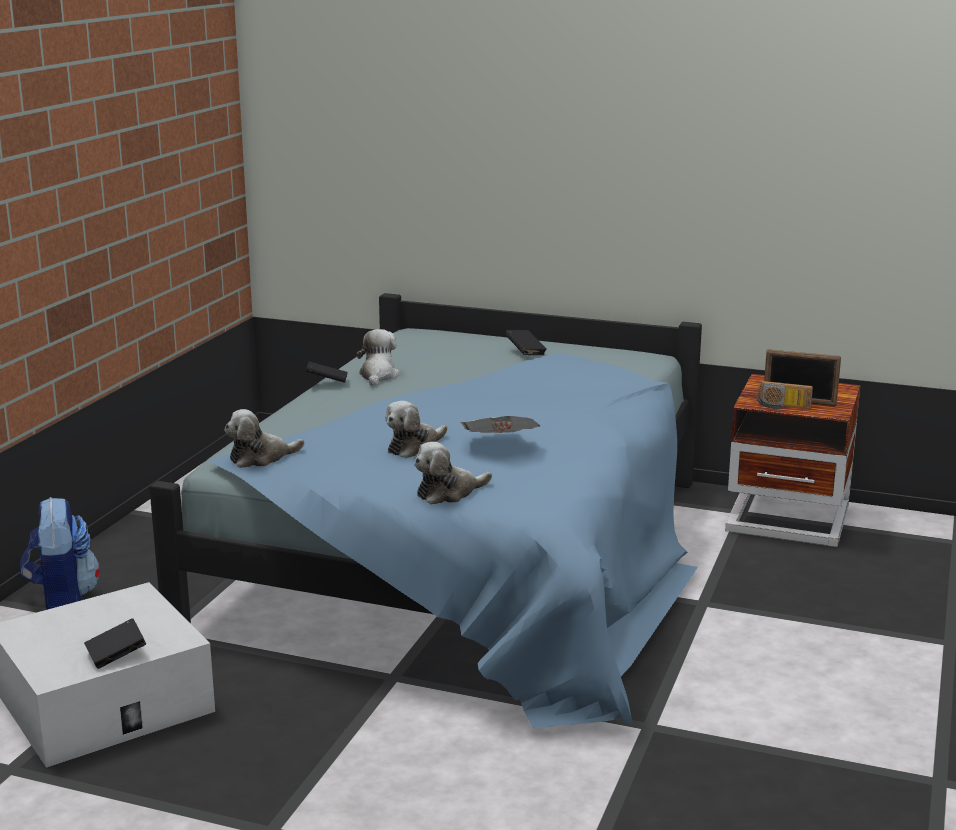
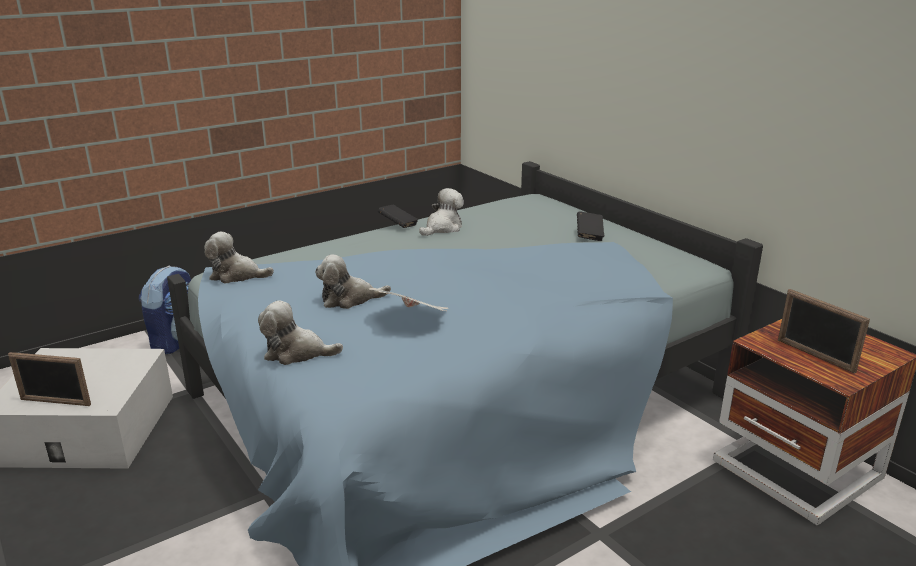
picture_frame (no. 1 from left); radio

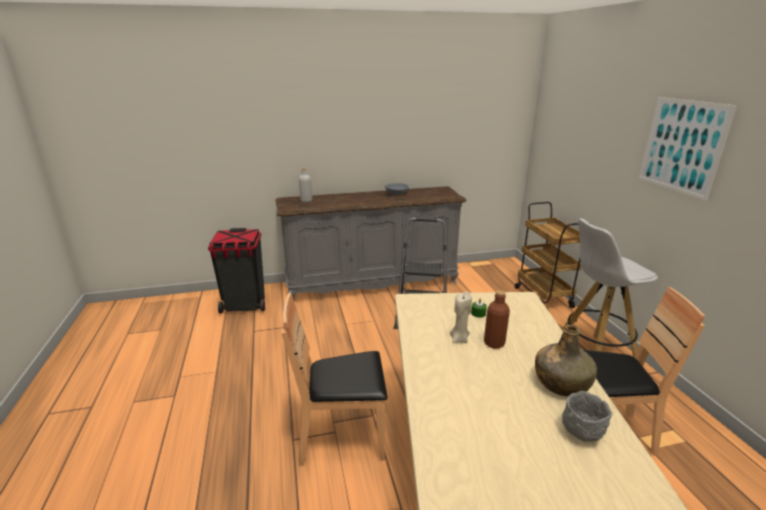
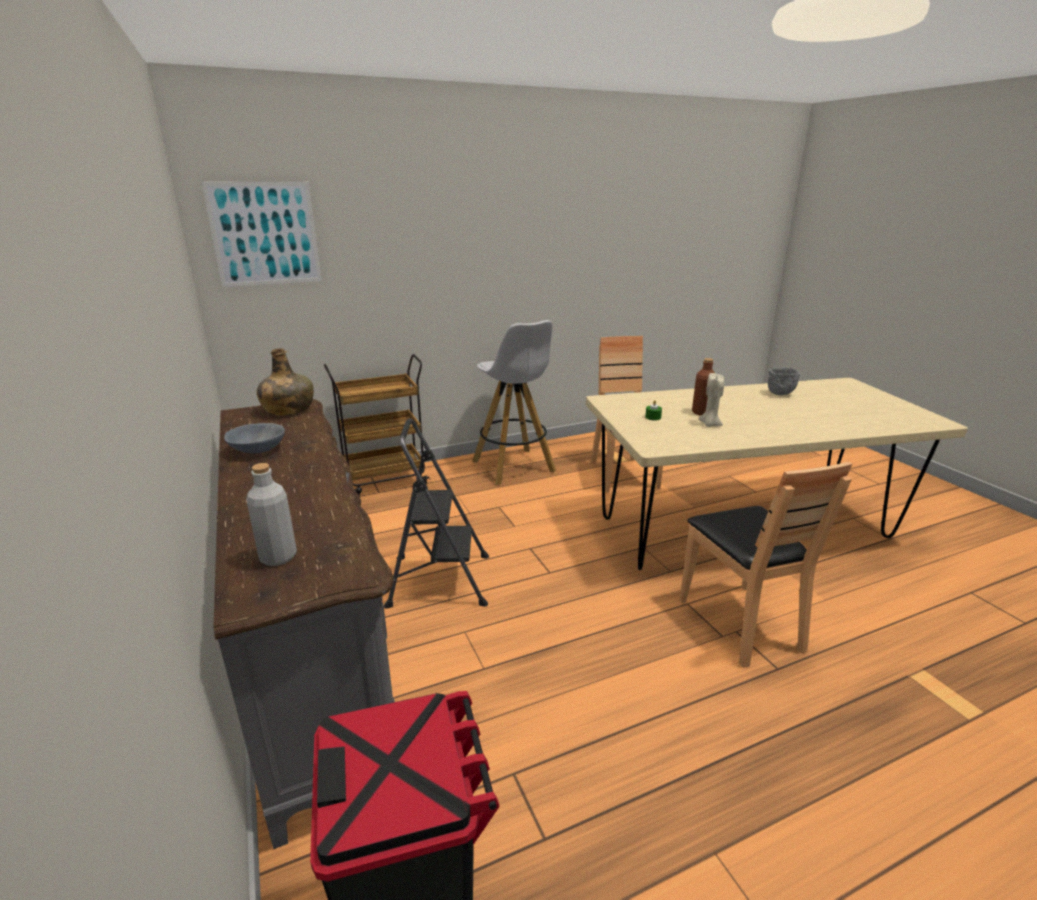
picture; green_bottle

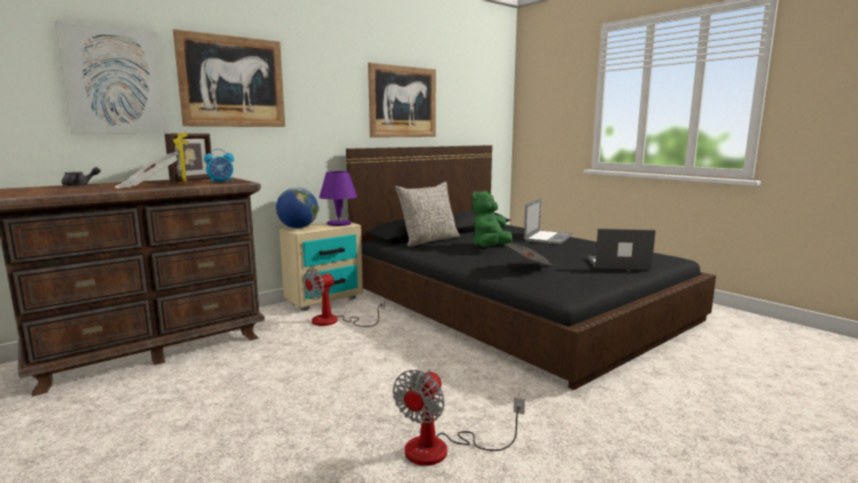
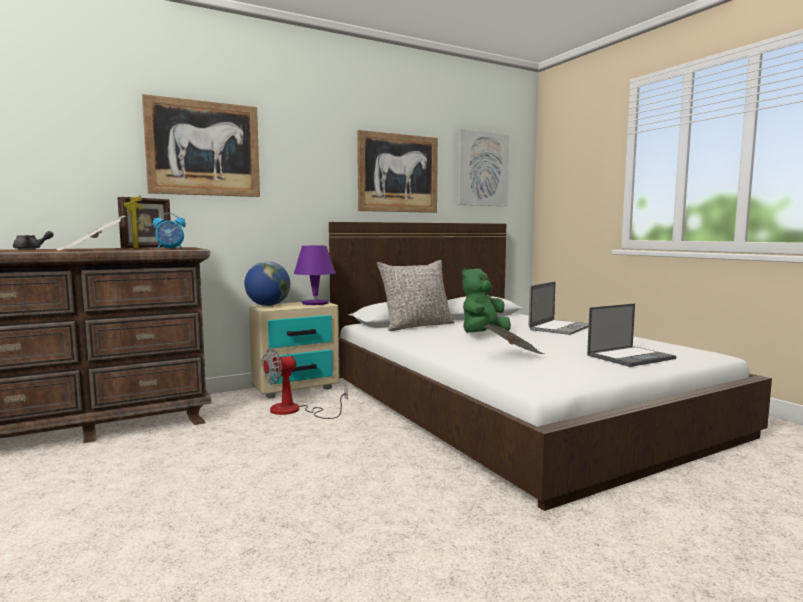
white_bed; picture (no. 3 from left); laptop (no. 2 from left); fan (no. 2 from left in the first image)

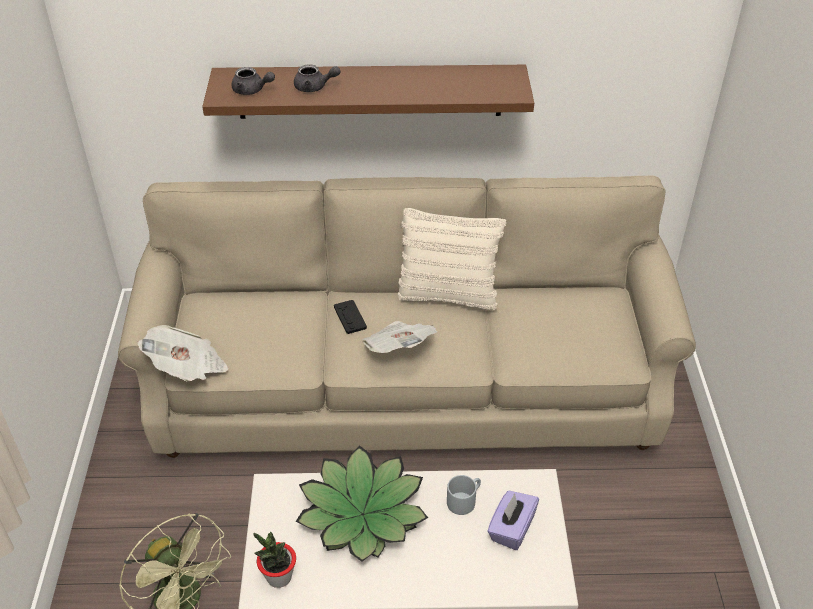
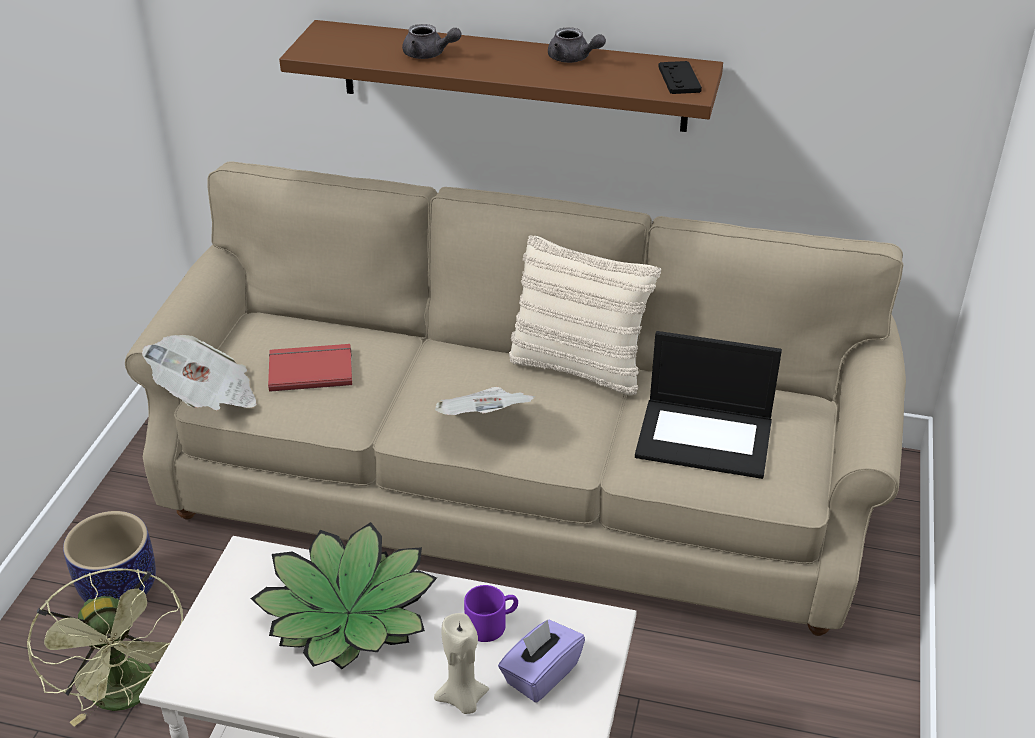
planter; red_book; beige_candle; purple_mug; grey_teapot (no. 2 from left); laptop; black_game_controller; potted_plant (no. 1 from left in the first image)

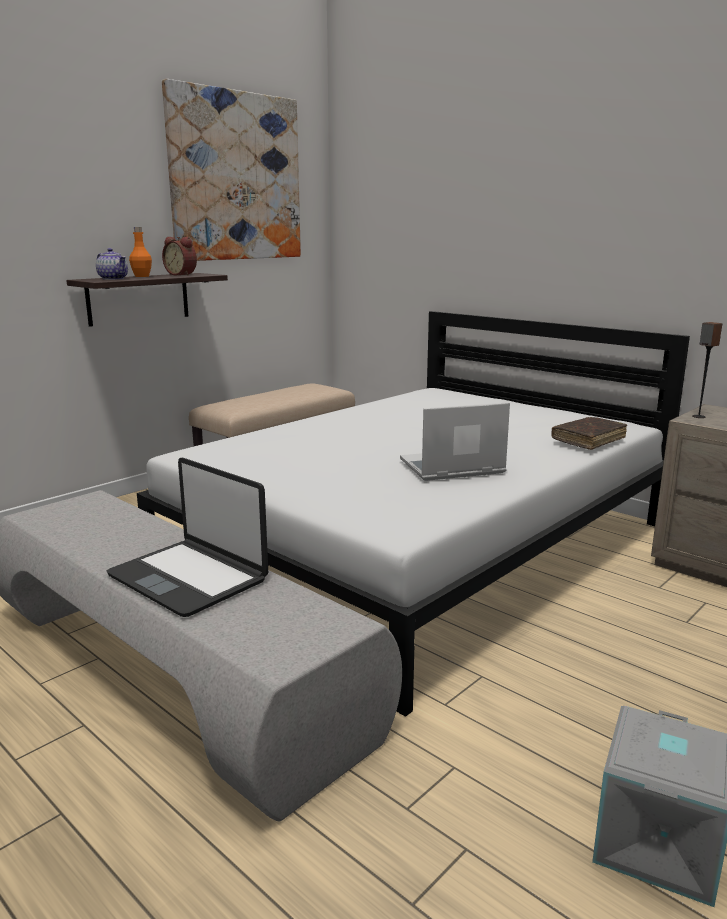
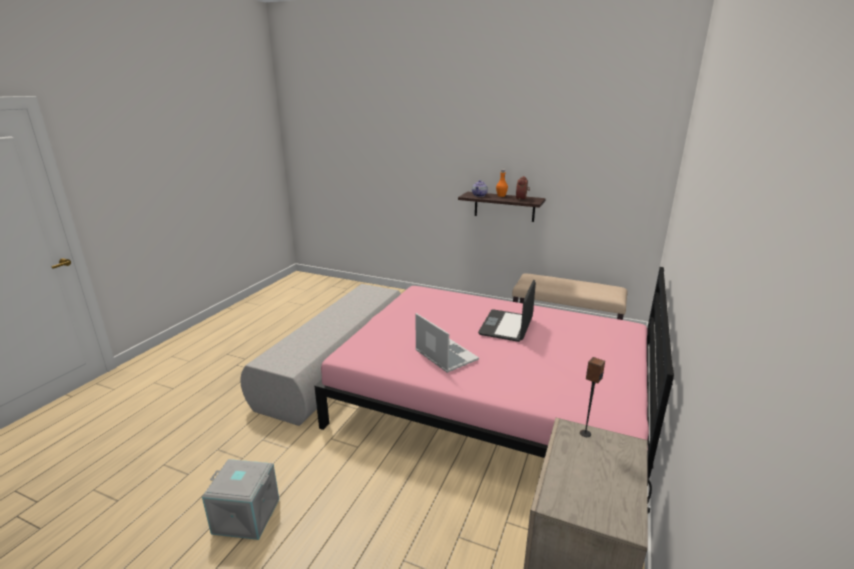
pink_bed; laptop (no. 2 from left); picture; brown_book

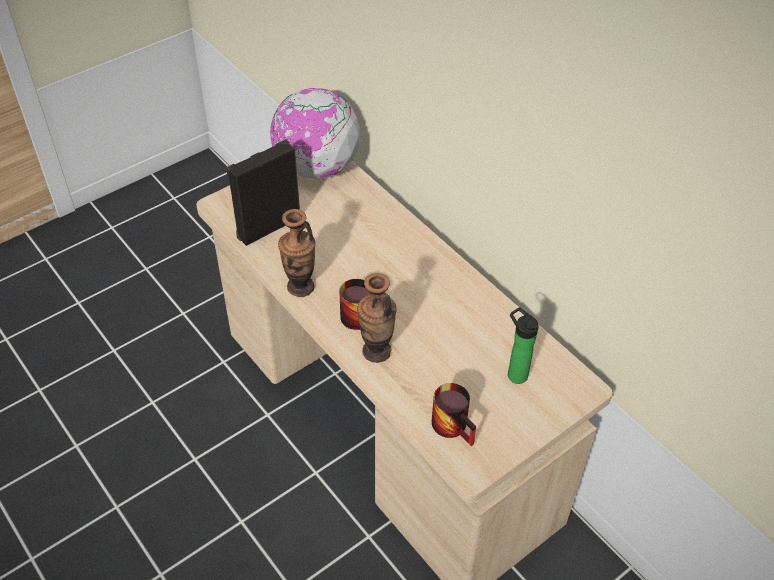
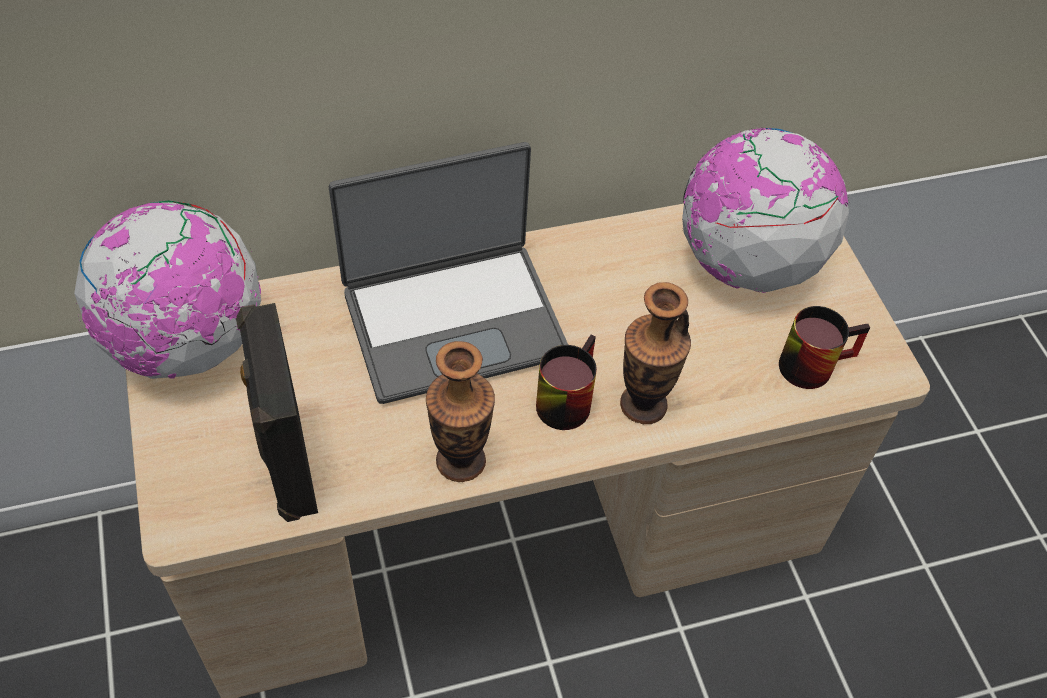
laptop; globe (no. 2 from left)

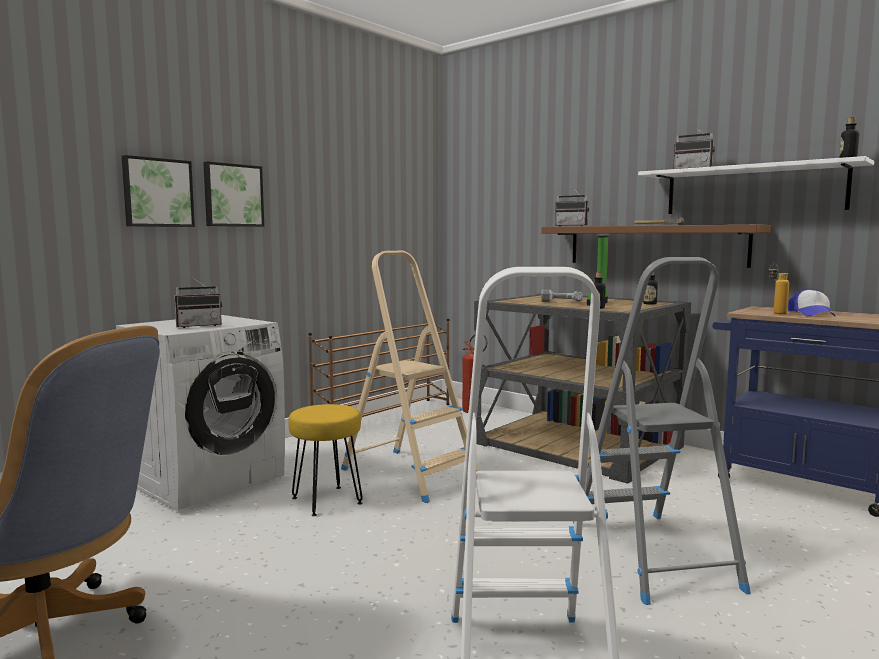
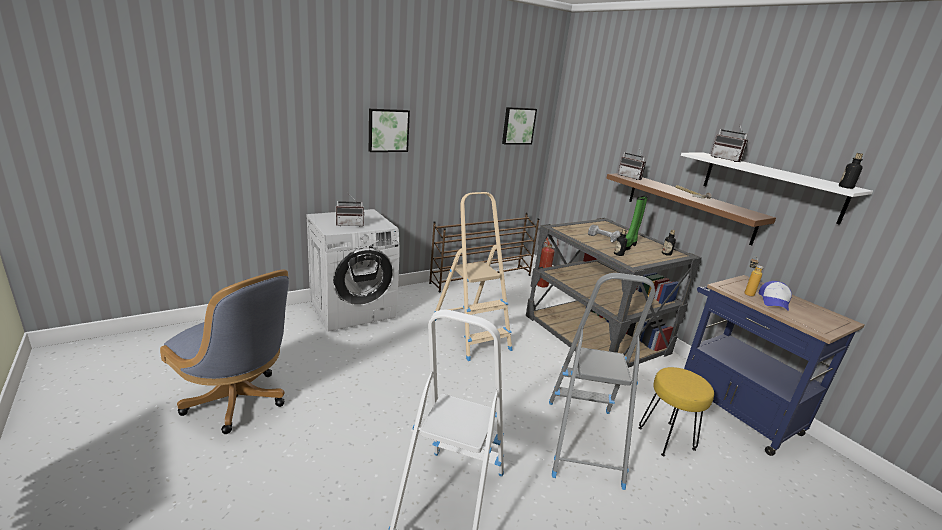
picture (no. 2 from left); yellow_stool

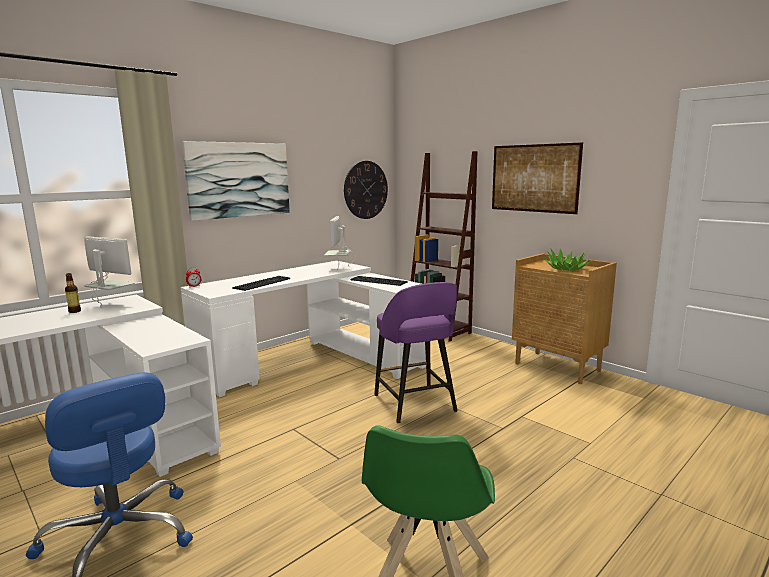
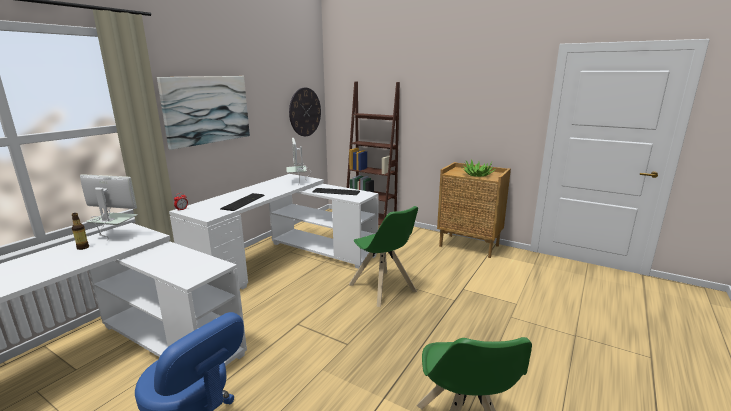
green_chair (no. 1 from left); picture (no. 2 from left in the first image)

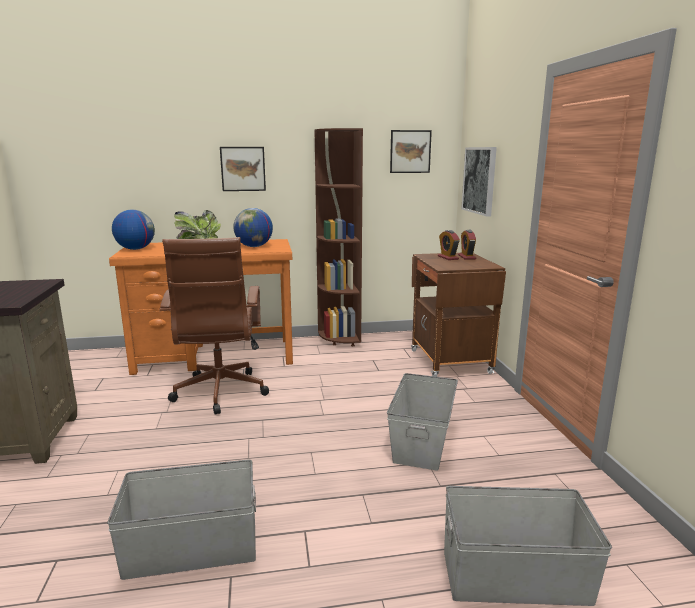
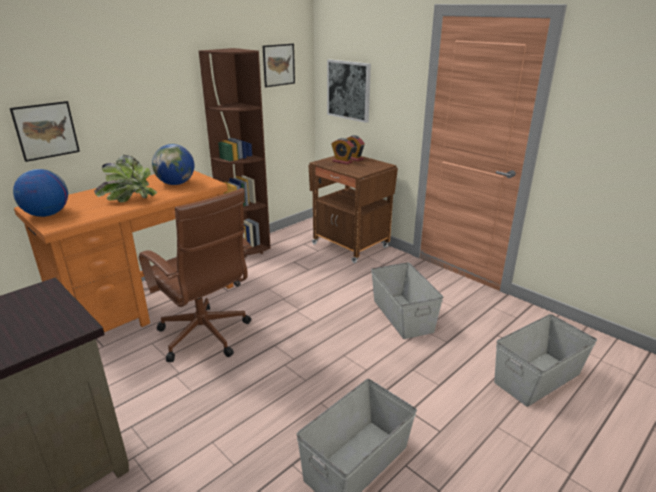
picture (no. 1 from left)

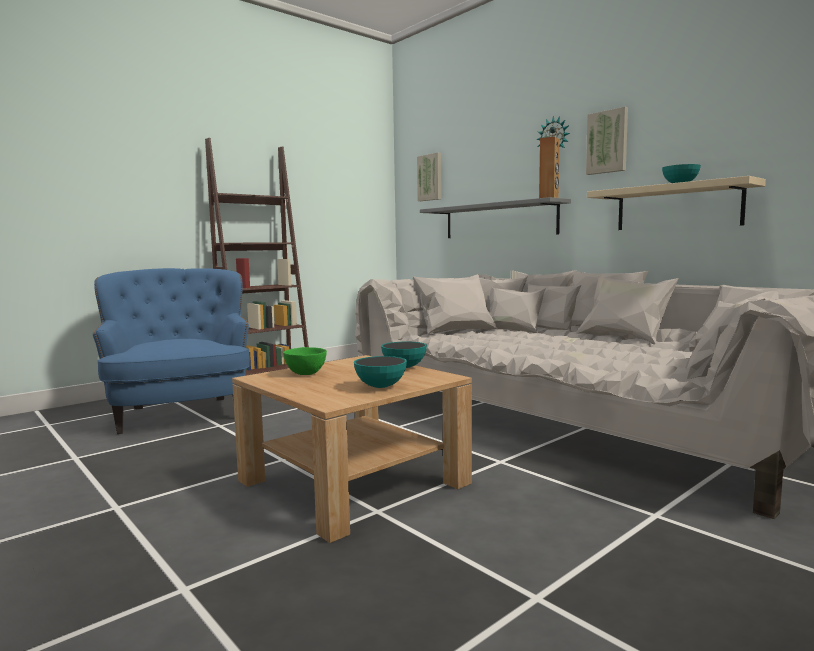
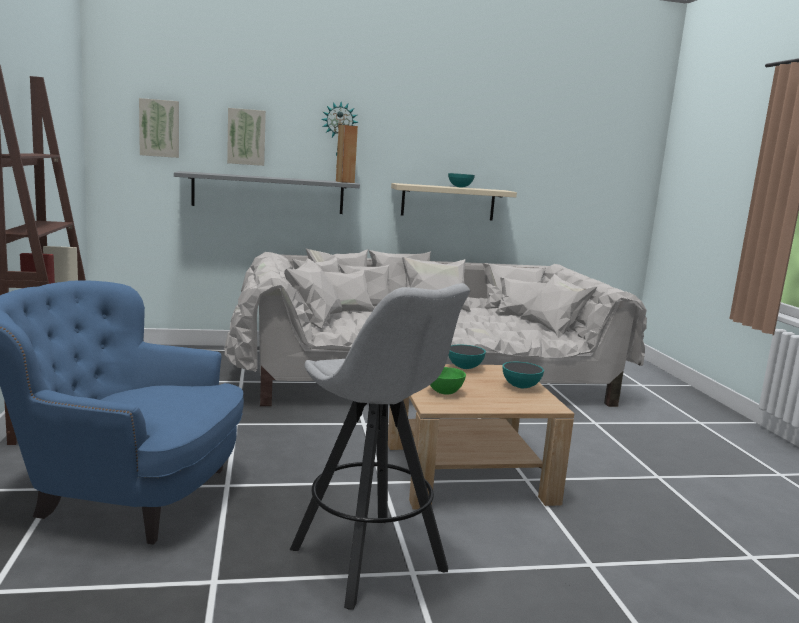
picture (no. 2 from left); grey_stool

